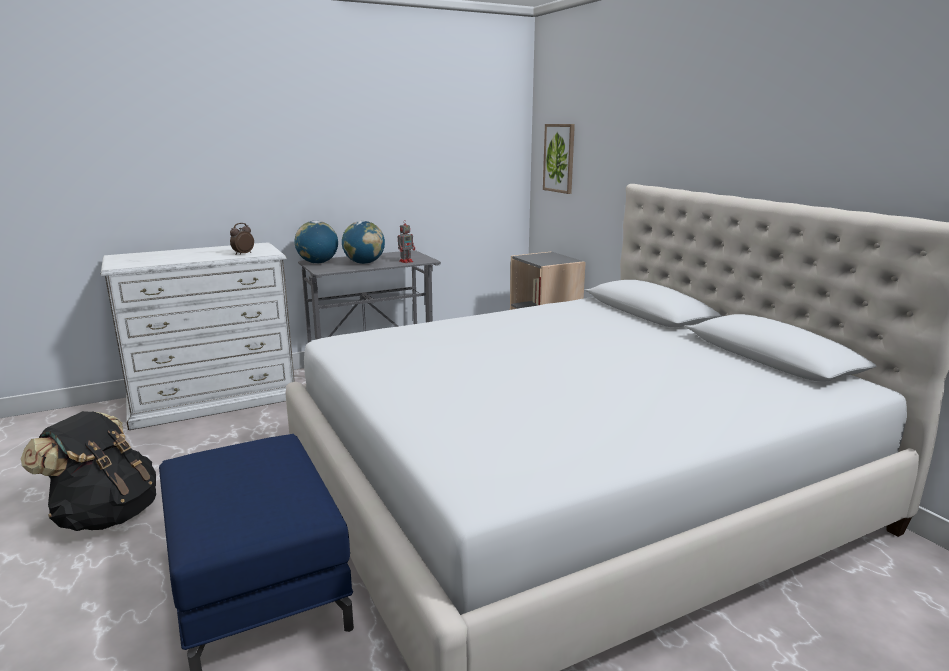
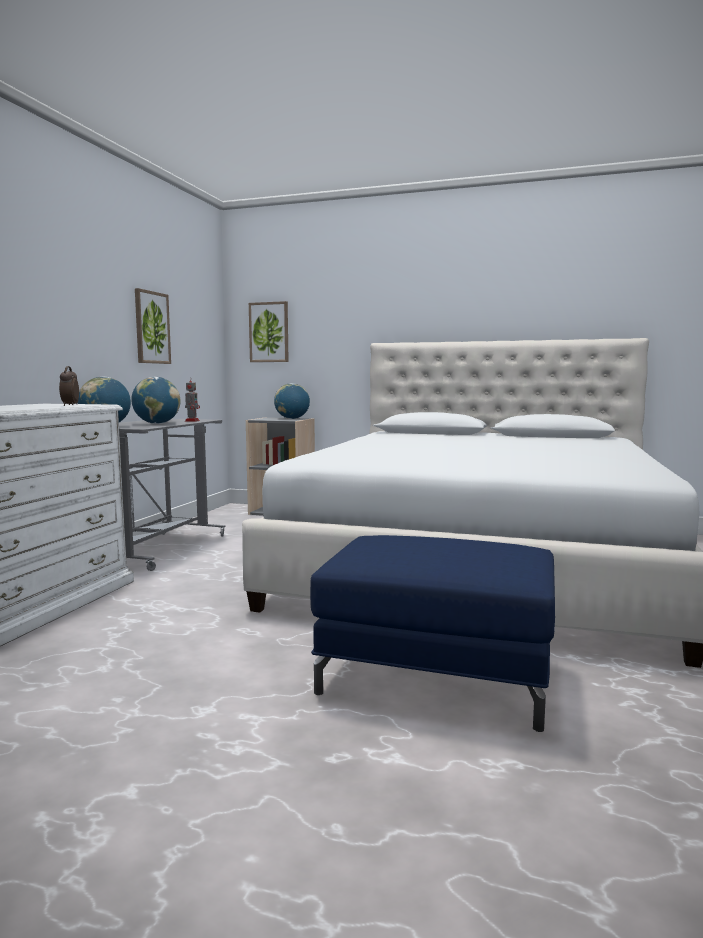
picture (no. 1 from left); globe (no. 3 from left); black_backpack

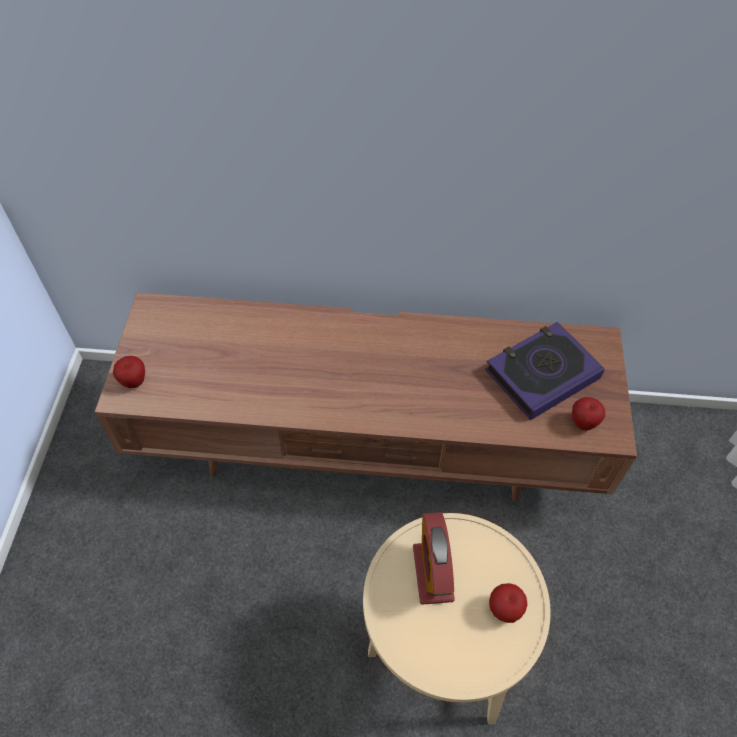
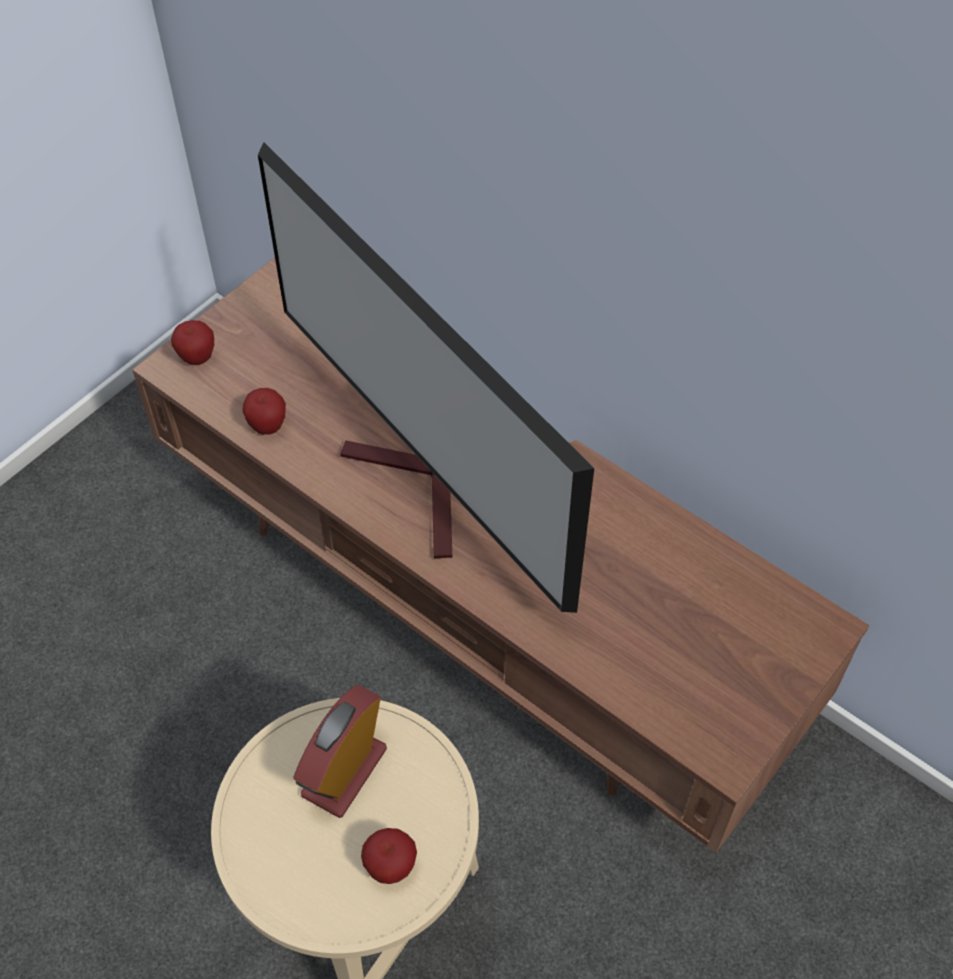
apple (no. 2 from left); television; book

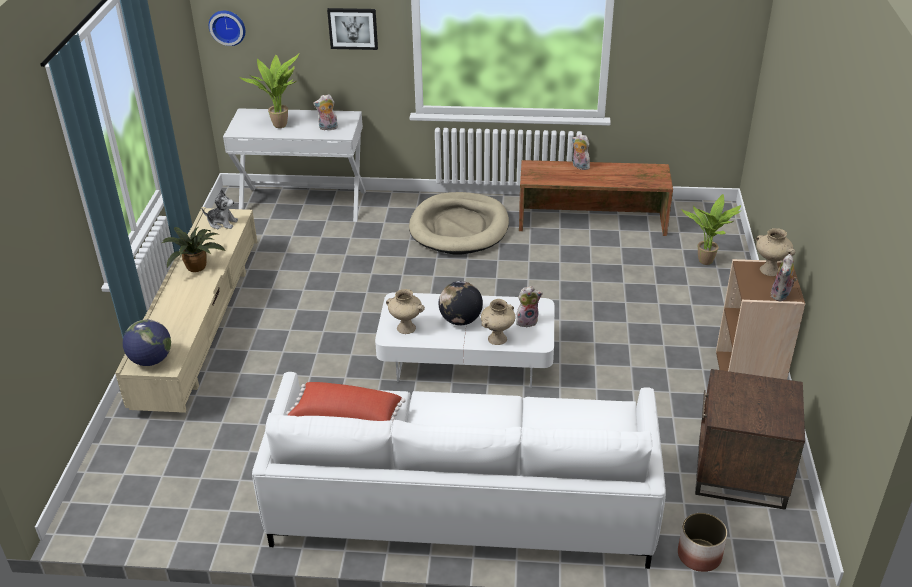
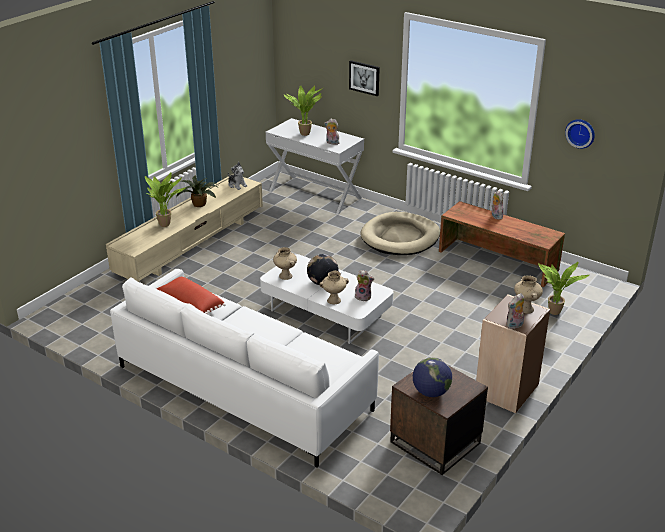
potted_plant (no. 1 from left); globe (no. 2 from left); wall_clock; planter

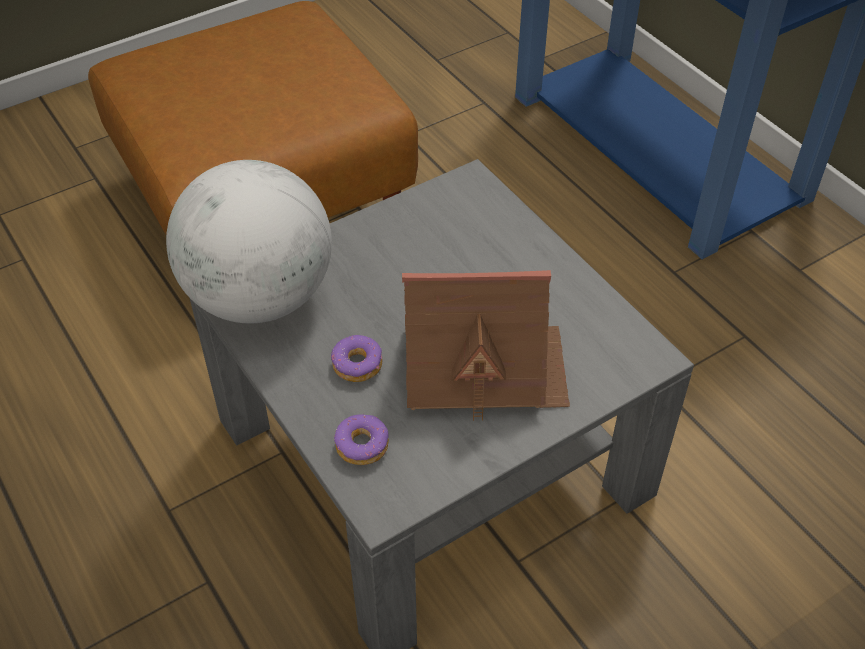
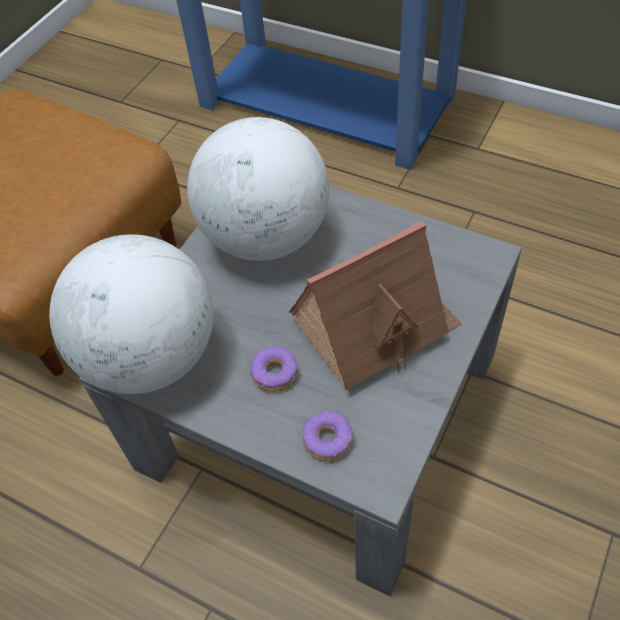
globe (no. 2 from left)

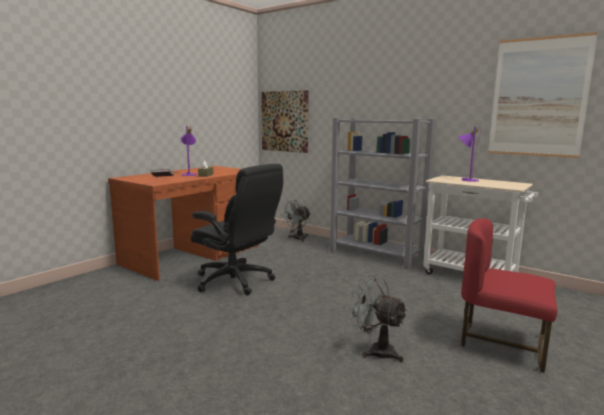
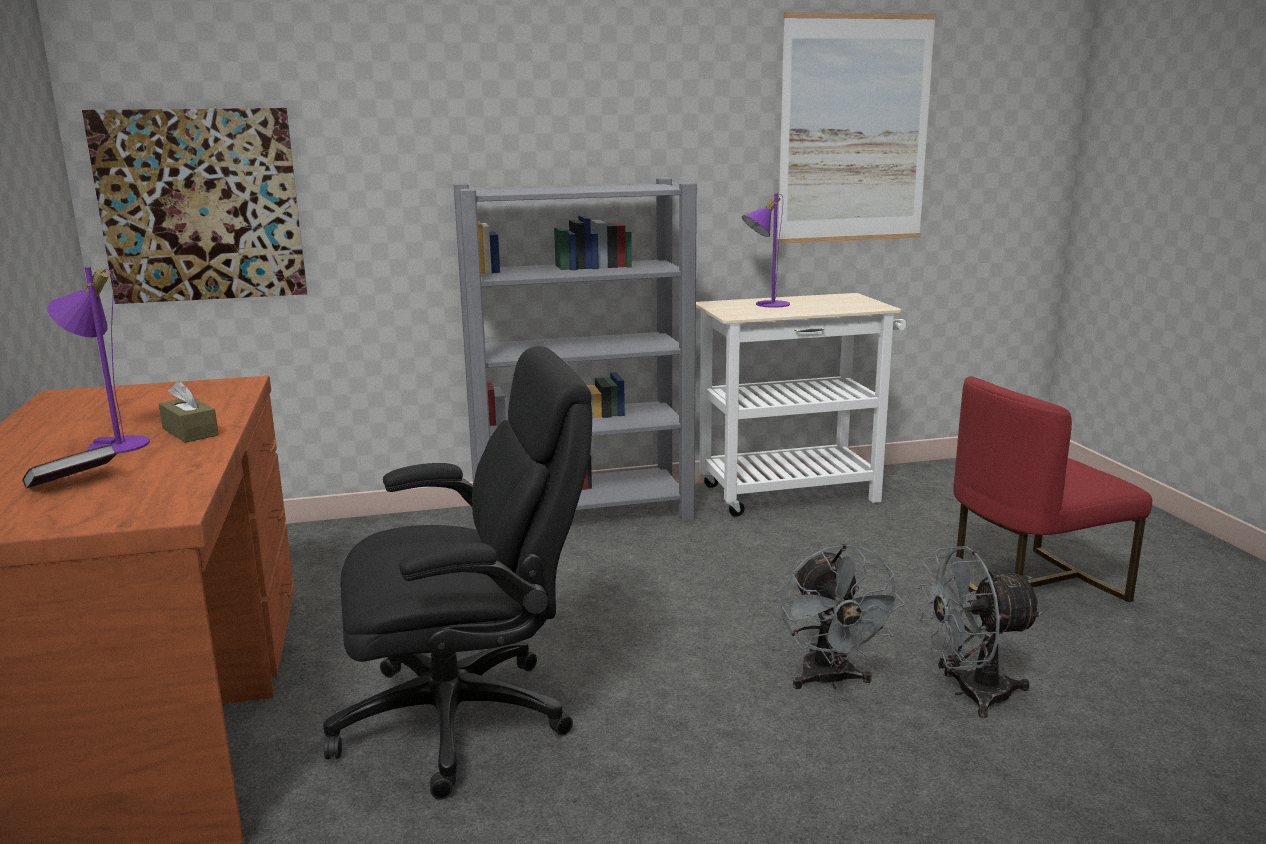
grey_fan (no. 1 from left)

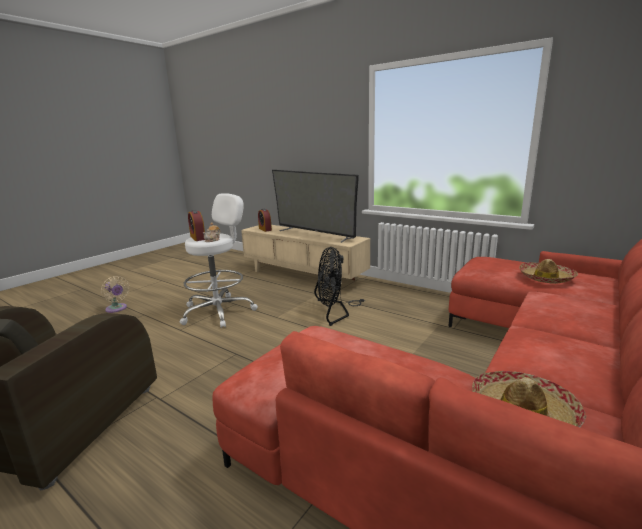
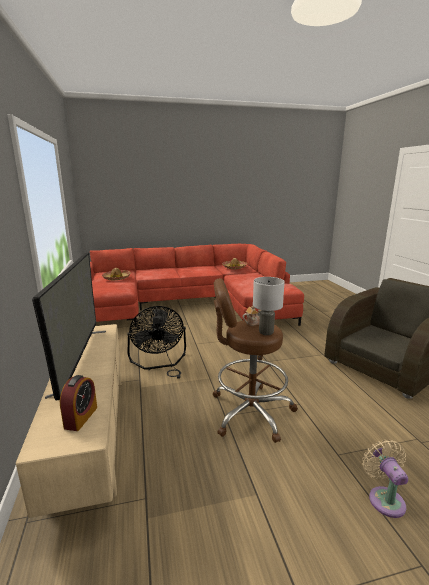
black_fan; brown_stool; white_table_lamp

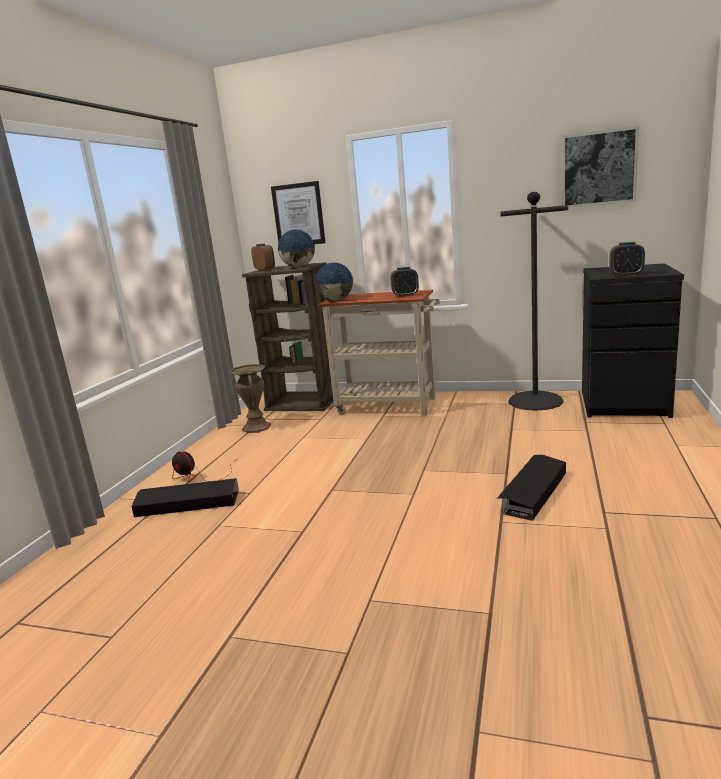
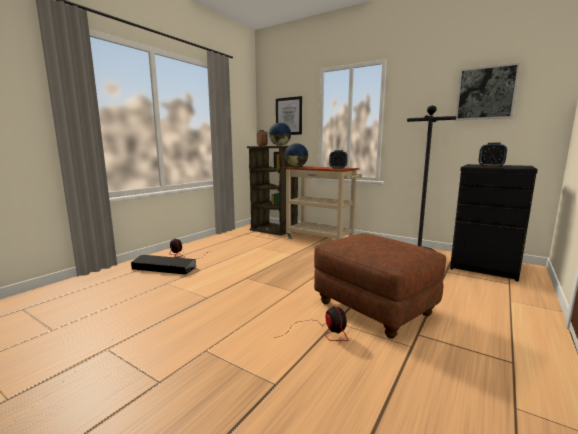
fan (no. 2 from left); brown_ottoman; brown_vase

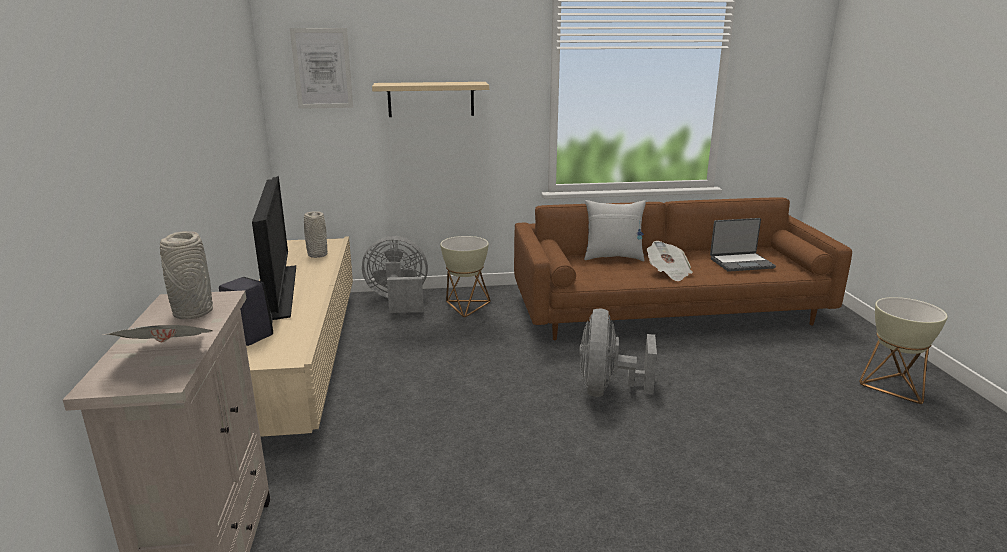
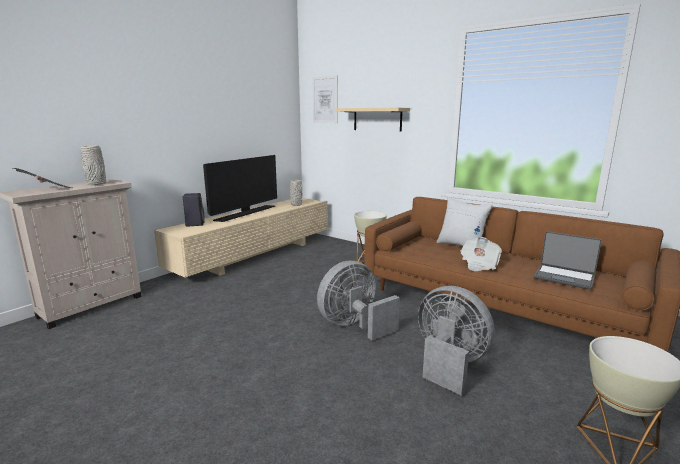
grey_fan (no. 2 from left)

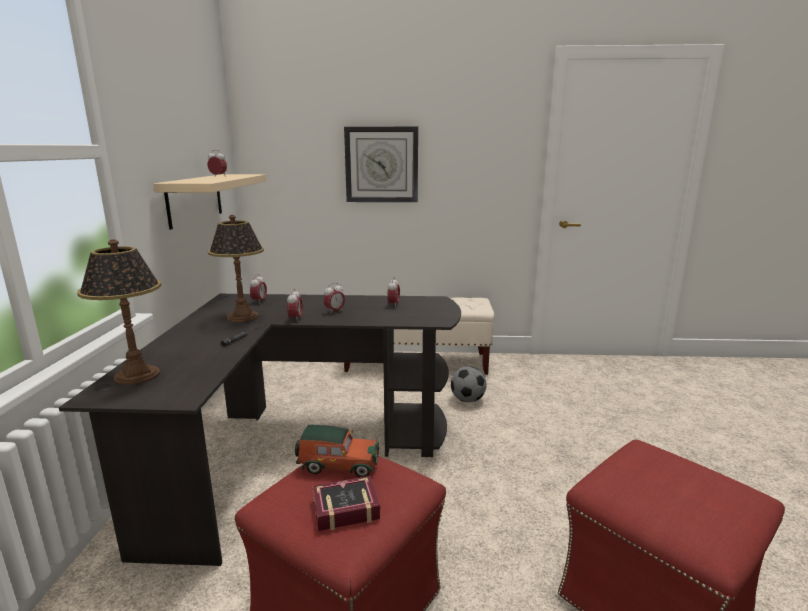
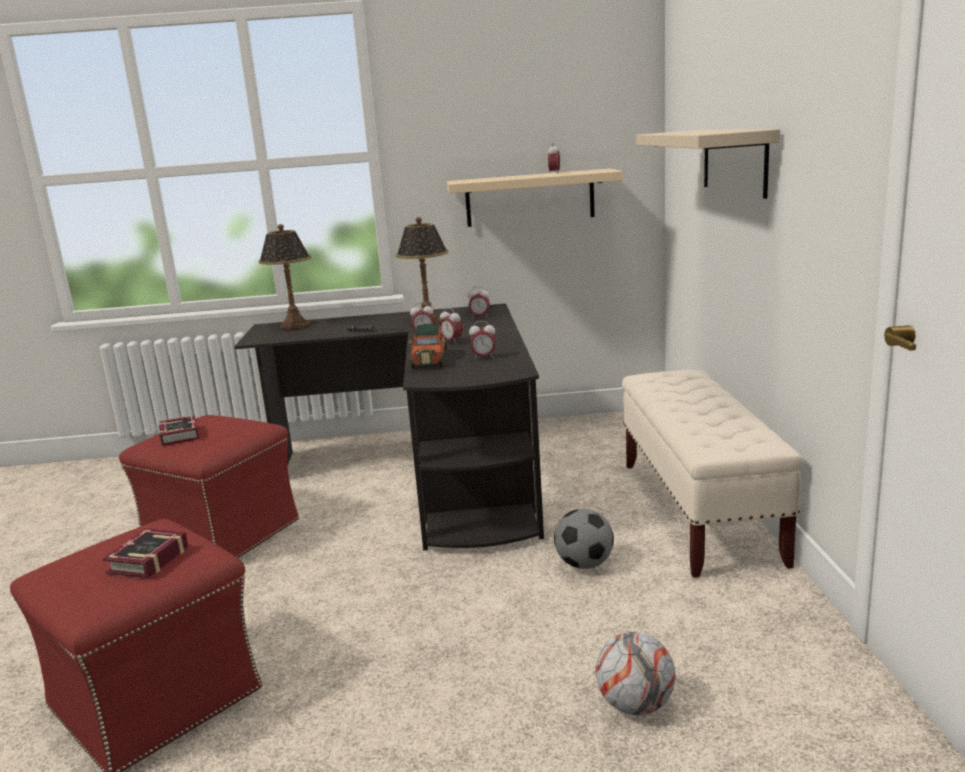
book (no. 1 from left); toy_car; football (no. 2 from left); beige_shelf (no. 2 from left)

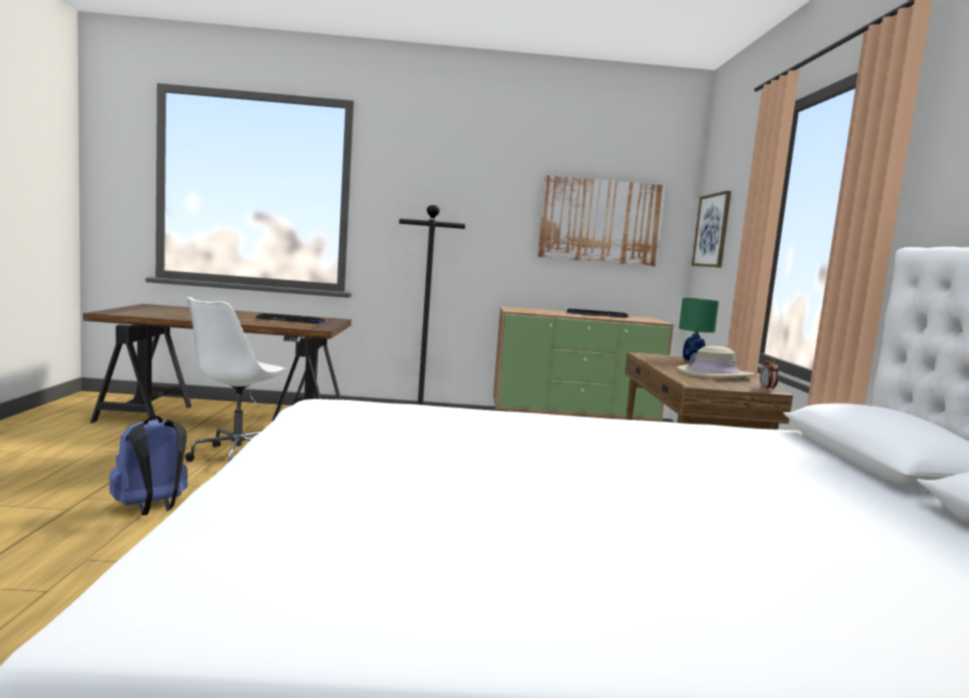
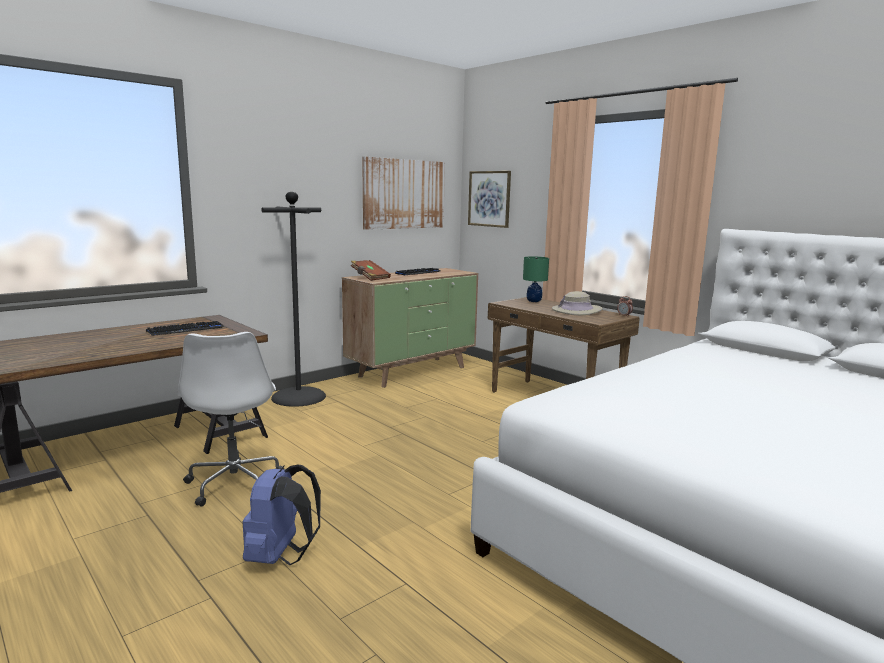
brown_book

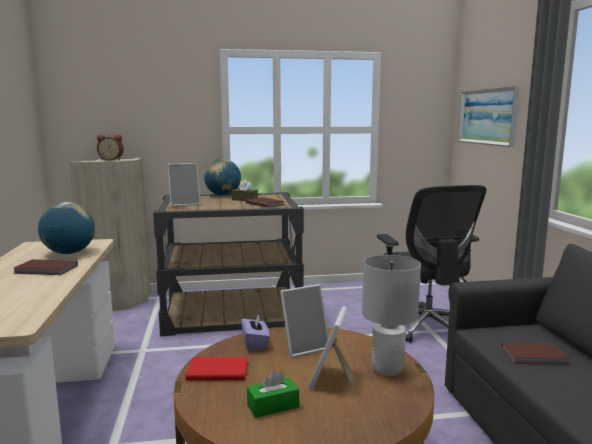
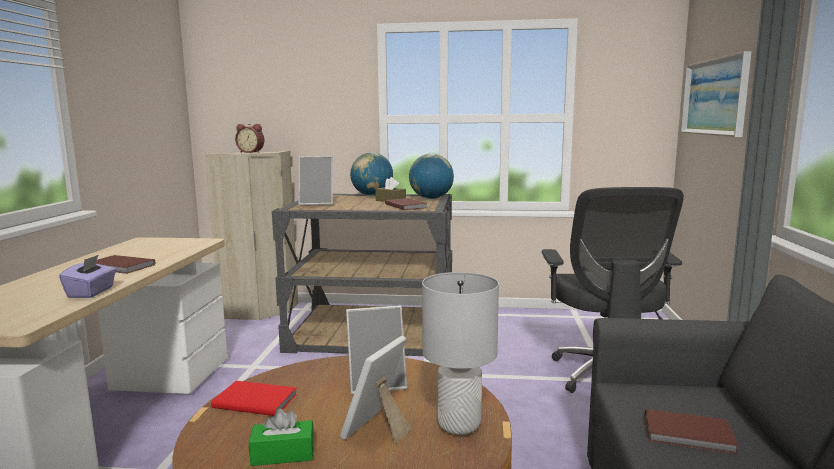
purple_tissue_box; globe (no. 2 from left)

